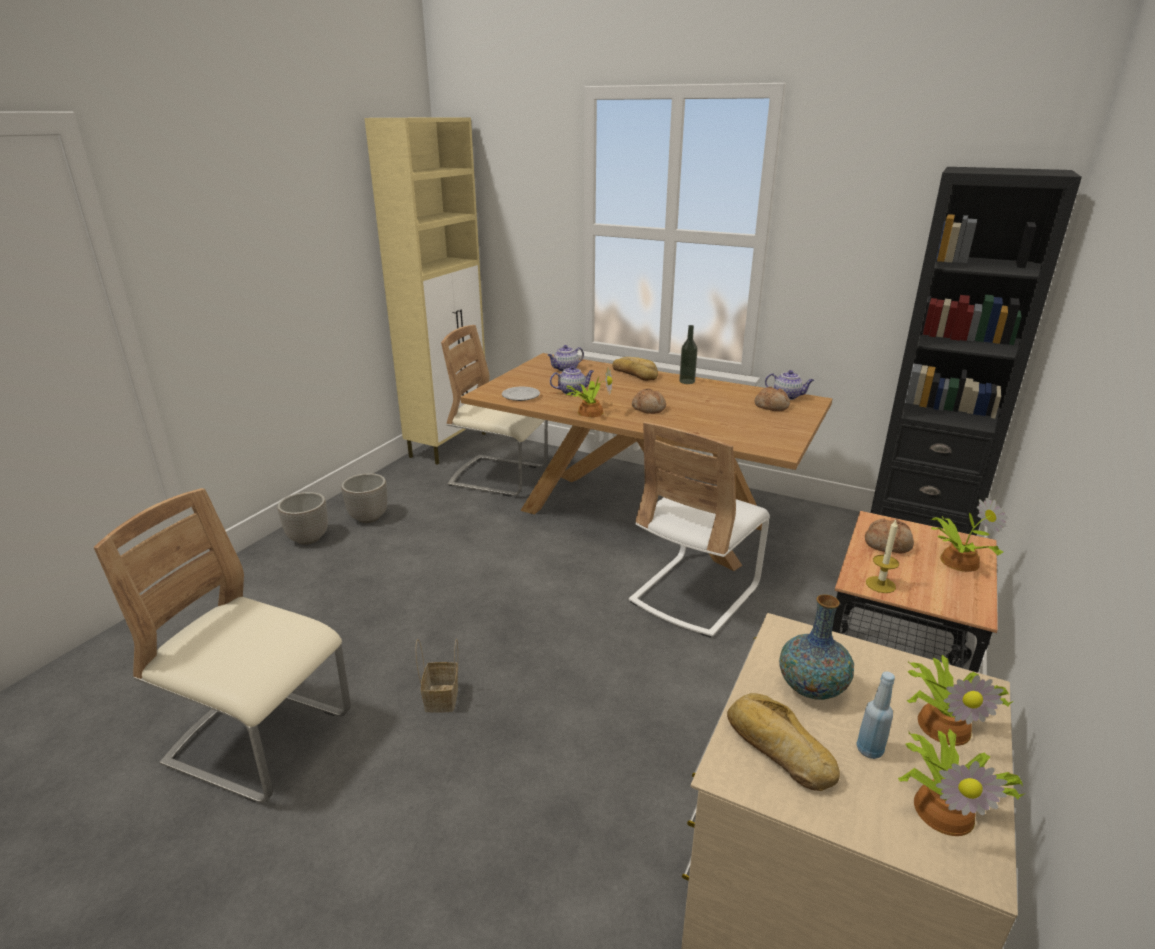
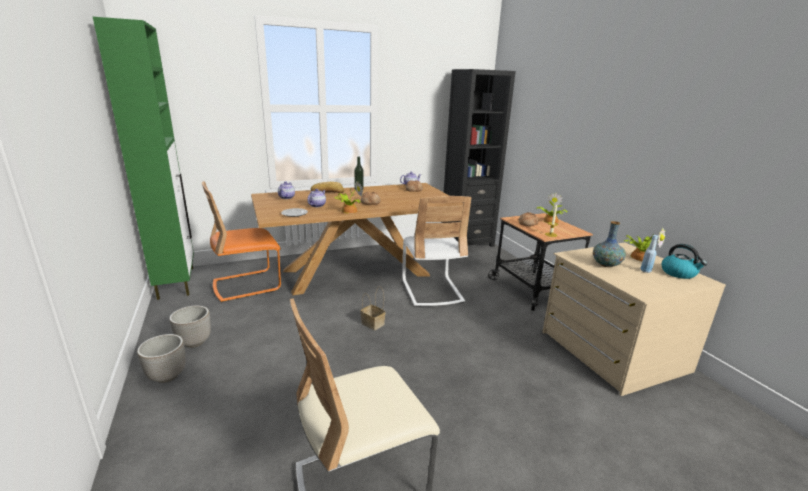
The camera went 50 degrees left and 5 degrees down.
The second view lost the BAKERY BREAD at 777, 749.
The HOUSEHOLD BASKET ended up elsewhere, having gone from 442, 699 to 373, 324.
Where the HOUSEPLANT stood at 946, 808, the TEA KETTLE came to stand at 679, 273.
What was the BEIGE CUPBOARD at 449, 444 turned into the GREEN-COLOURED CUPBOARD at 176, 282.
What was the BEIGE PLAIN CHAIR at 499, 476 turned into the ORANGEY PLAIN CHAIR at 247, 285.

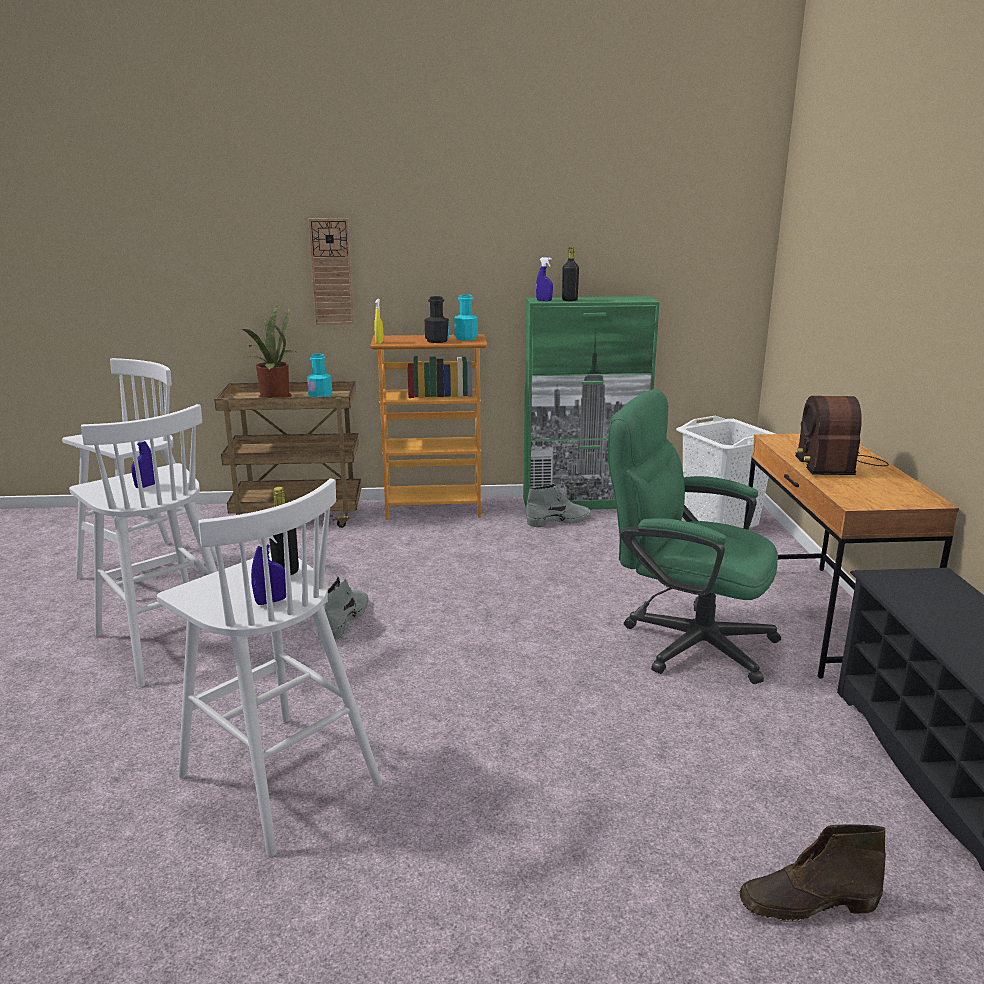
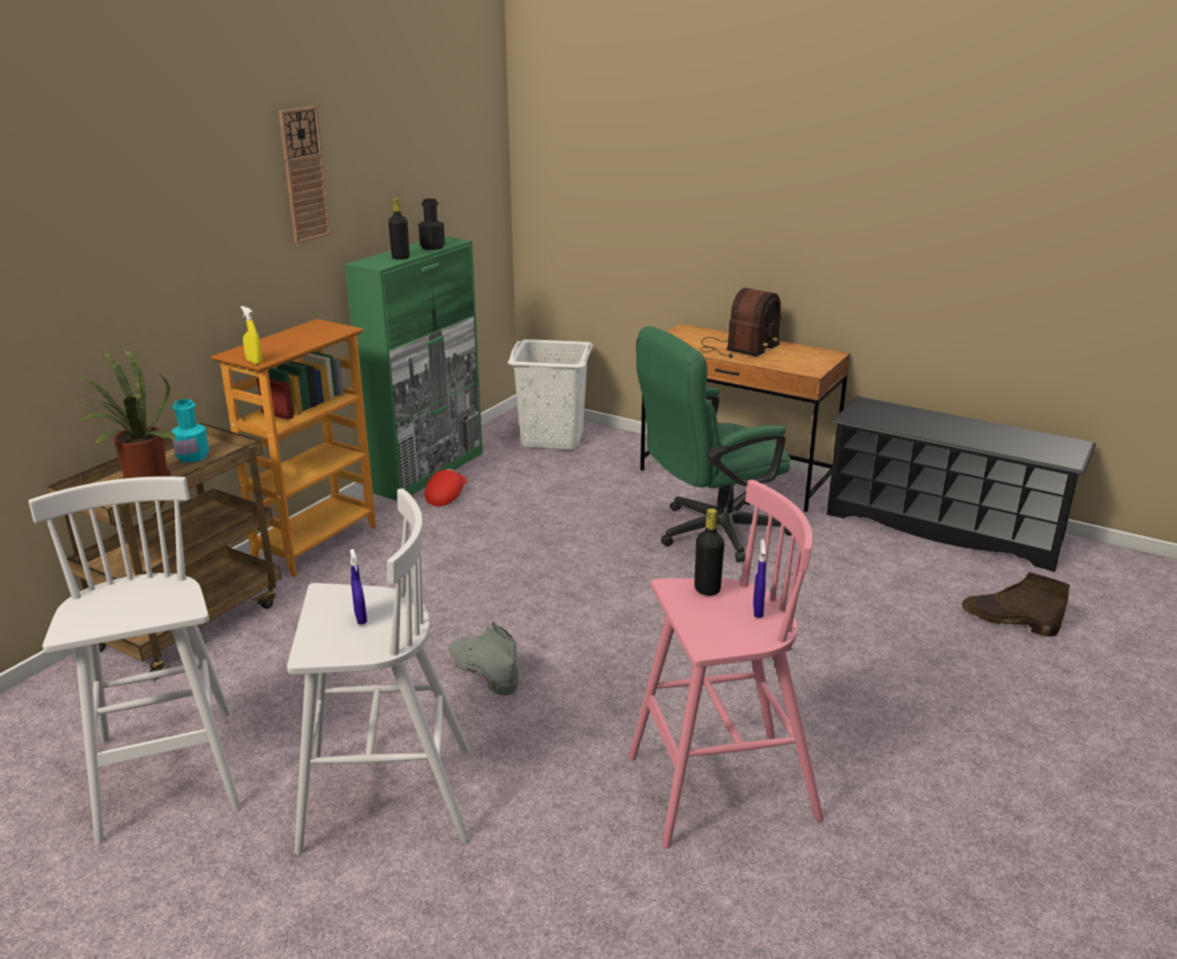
The camera went 55 degrees left and 5 degrees up.
The second view lost the TURQUOISE DRINK BOTTLE at 466, 338.
The second view lost the BLUE-COLOURED SPRAYER at 544, 301.
The HANGING CLOCK ended up elsewhere, having gone from 331, 272 to 304, 175.
The BLACK-COLOURED DRINK BOTTLE ended up elsewhere, having gone from 437, 341 to 432, 247.
Where the GREYISH HIGH-TOP BOOT stood at 559, 521, the RED-COLOURED BASEBALL CAP came to stand at 446, 496.
What was the WHITISH STOOL SEAT at 277, 778 turned into the PINK-COLOURED STOOL SEAT at 718, 789.
The BROWNISH HIGH-TOP BOOT at 807, 903 ended up facing another way, 90 degrees clockwise from before.
The RADIO at 835, 464 ended up facing another way, 90 degrees counterclockwise from before.

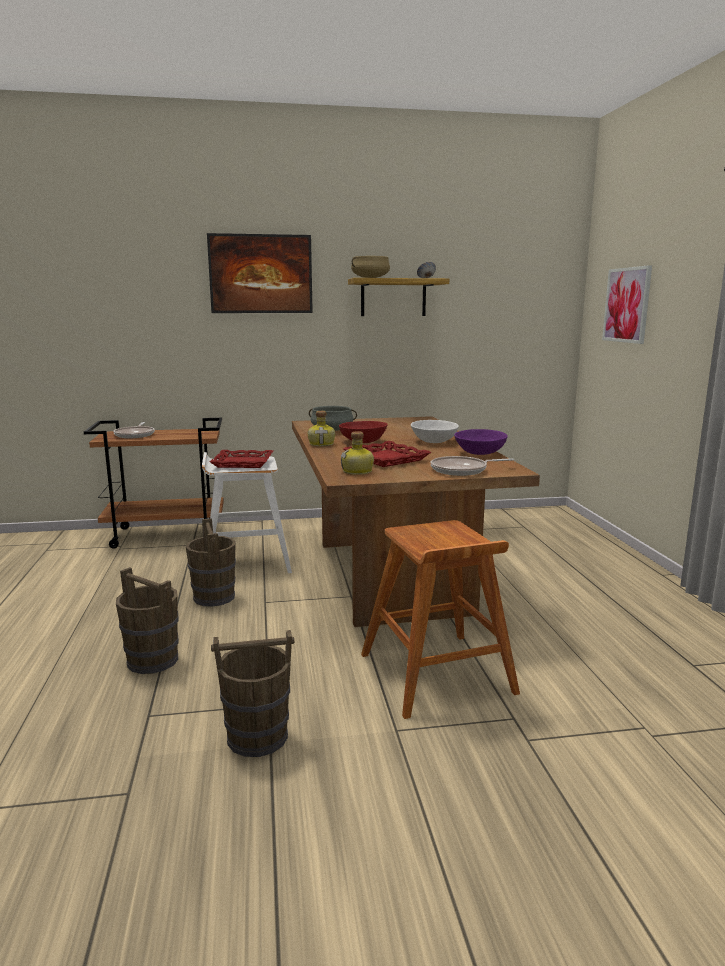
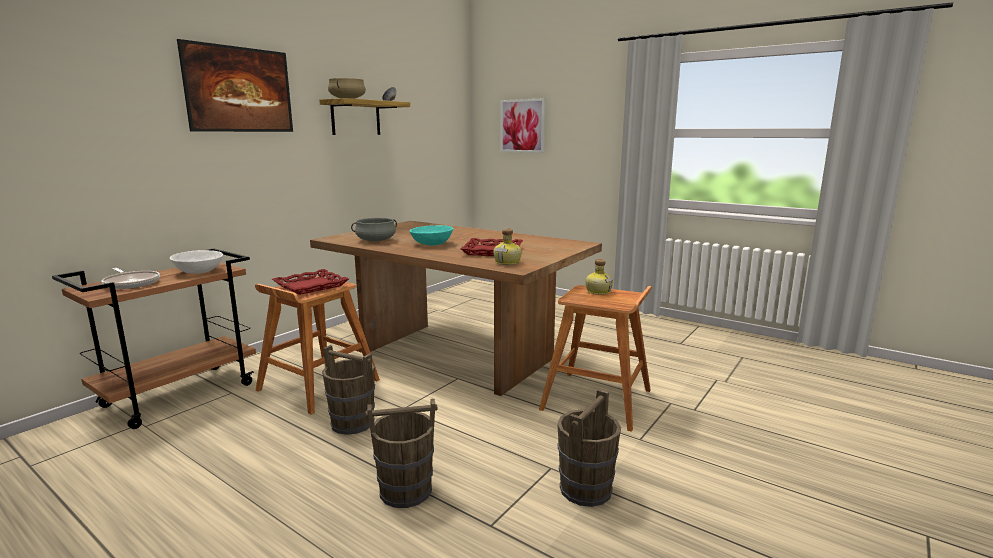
The camera went 45 degrees left and 0 degrees up.
The second view lost the SKILLET at 462, 470.
The second view lost the PURPLISH DEEP DISH at 479, 453.
The DRINK BOTTLE ended up elsewhere, having gone from 322, 444 to 598, 291.
The WHITISH DEEP DISH ended up elsewhere, having gone from 433, 441 to 198, 272.
What was the WHITISH STOOL SEAT at 245, 560 turned into the BROWNISH STOOL SEAT at 317, 385.
What was the RED-COLOURED DEEP DISH at 364, 441 turned into the TURQUOISE DEEP DISH at 432, 244.

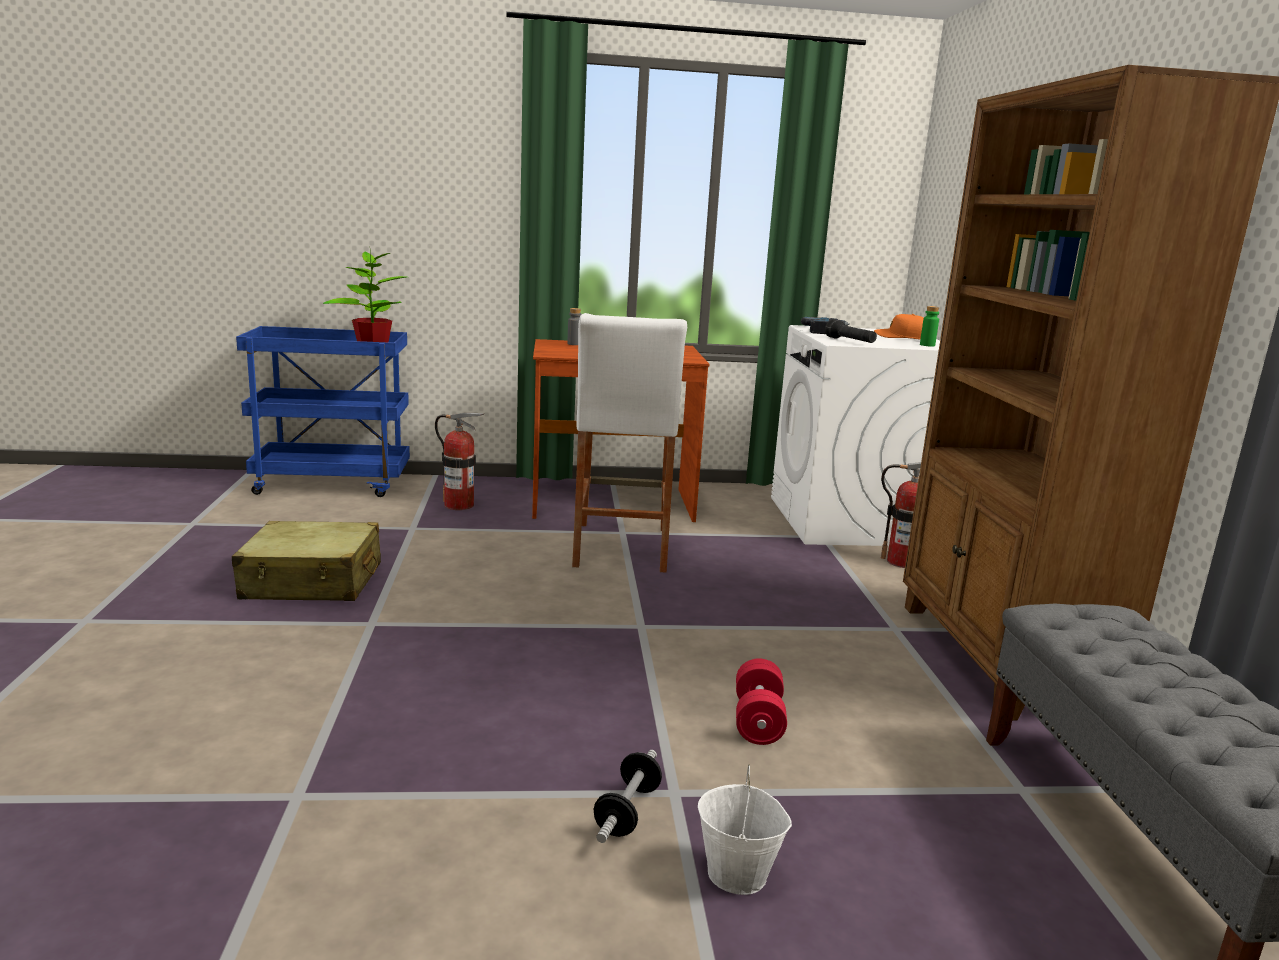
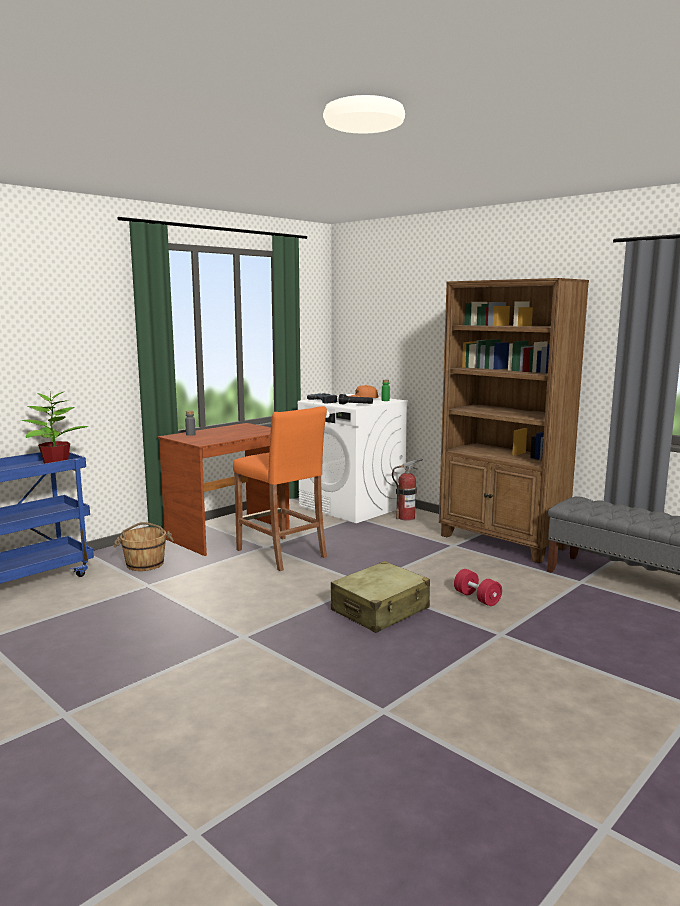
The camera went 40 degrees left and 5 degrees down.
The second view lost the DUMBBELL at 627, 811.
The second view lost the WHITISH BUCKET at 738, 874.
The BEIGE TRAVEL CASE ended up elsewhere, having gone from 312, 582 to 380, 610.
Where the FIRE EXTINGUISHER stood at 459, 505, the BROWNISH BUCKET came to stand at 145, 564.
What was the WHITISH STOOL SEAT at 621, 546 turned into the ORANGEY STOOL SEAT at 280, 553.

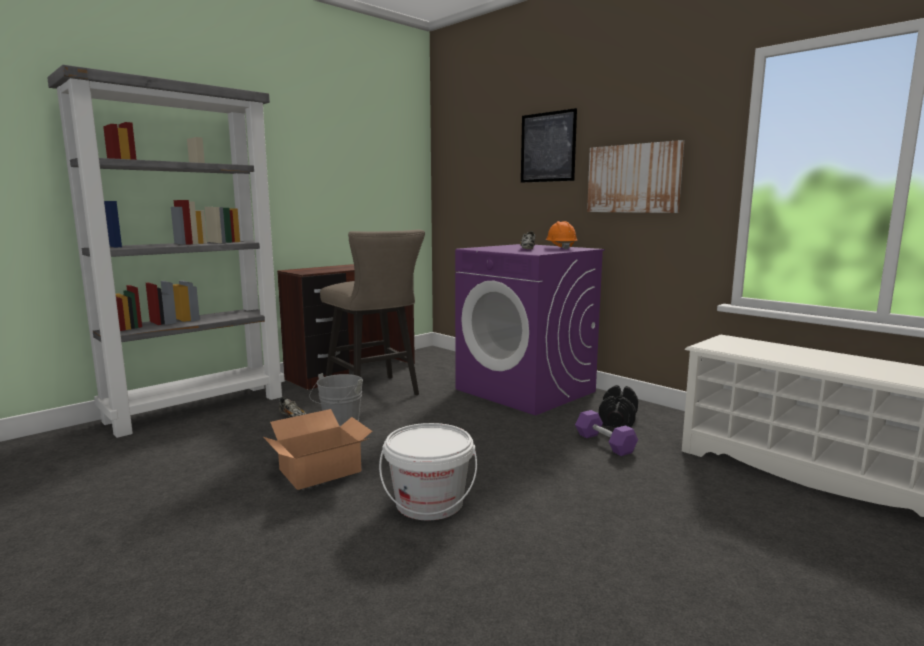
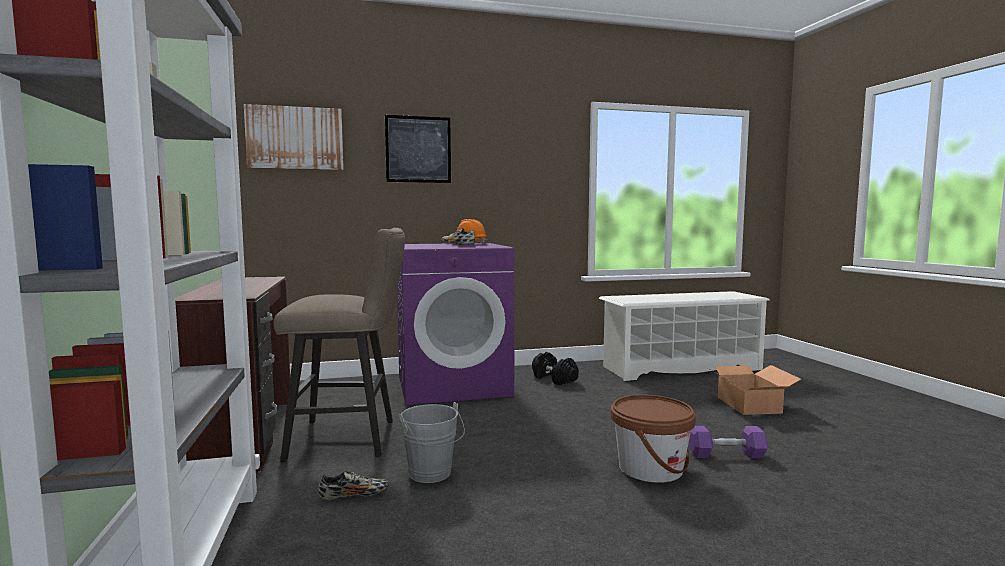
The camera went 60 degrees left and 5 degrees down.
The CARDBOARD BOX ended up elsewhere, having gone from 319, 470 to 748, 405.
The PURPLISH DUMBBELL ended up elsewhere, having gone from 604, 443 to 726, 454.
The PICTURE ended up elsewhere, having gone from 633, 178 to 295, 138.
What was the WHITISH BUCKET at 429, 503 turned into the BROWNISH BUCKET at 650, 468.

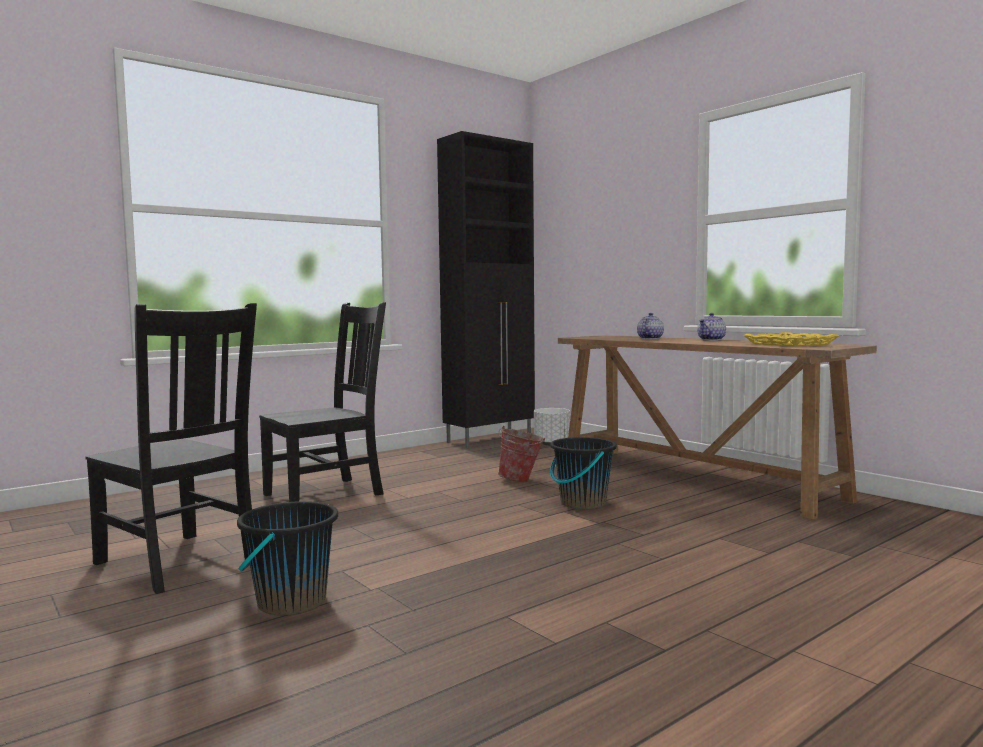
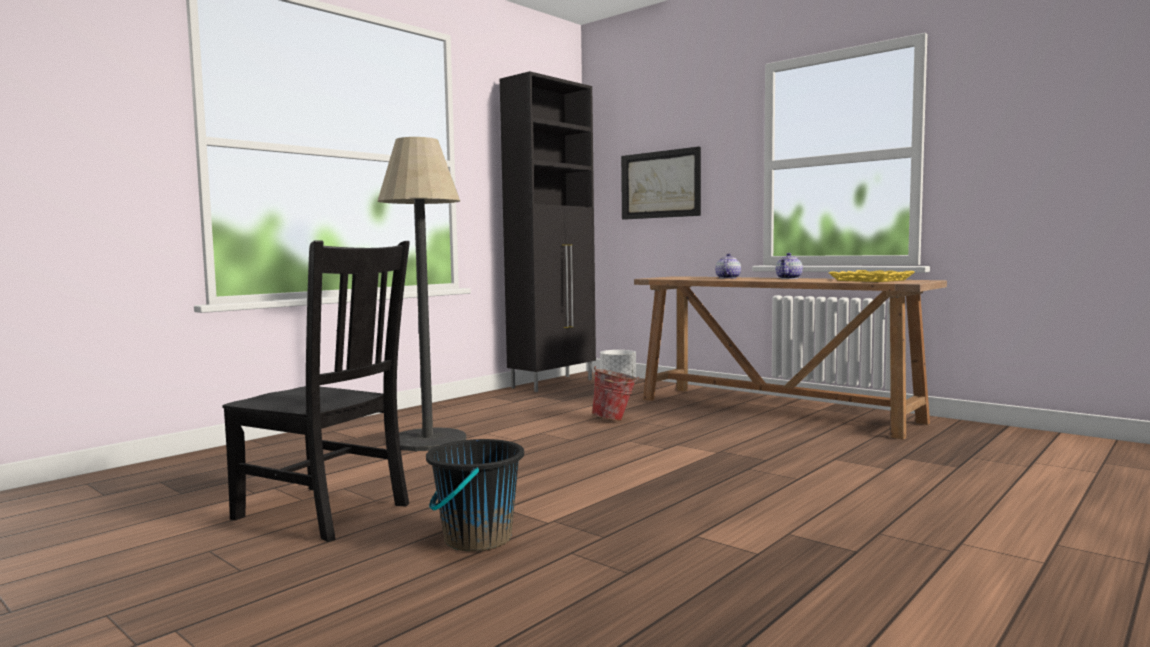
The camera went 10 degrees left and 0 degrees up.
The second view lost the BLACK-COLOURED BUCKET at 582, 503.
The second view gained the PICTURE at 660, 184.
Where the BLACK-COLOURED PLAIN CHAIR stood at 327, 494, the STANDARD LAMP came to stand at 428, 440.

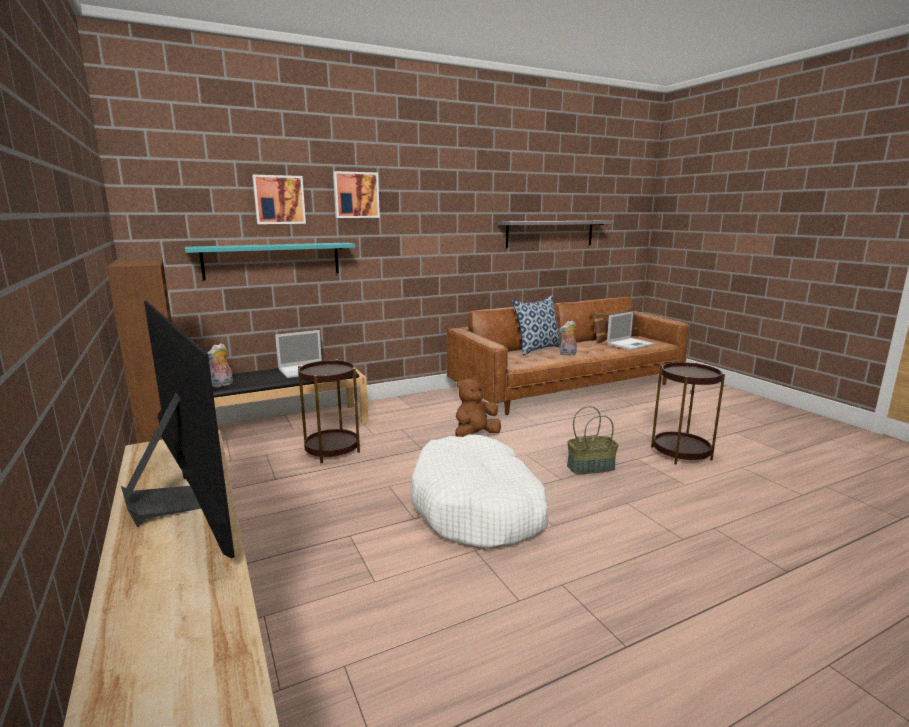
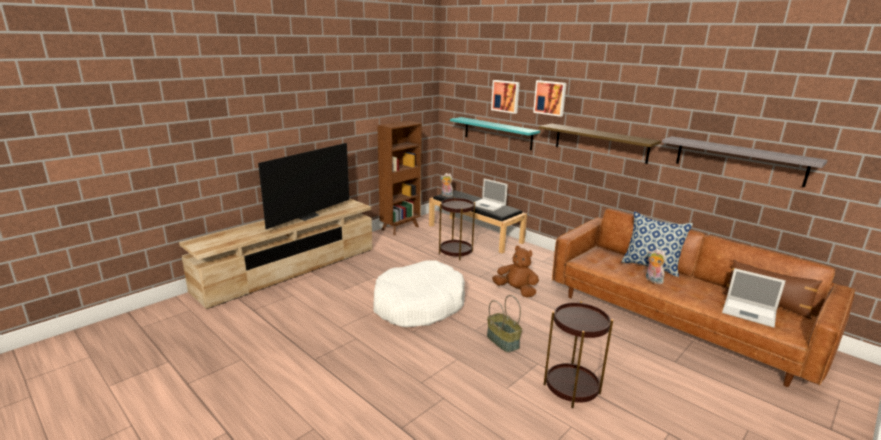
The camera went 70 degrees right and 5 degrees up.
The second view gained the SHELF at 600, 143.

